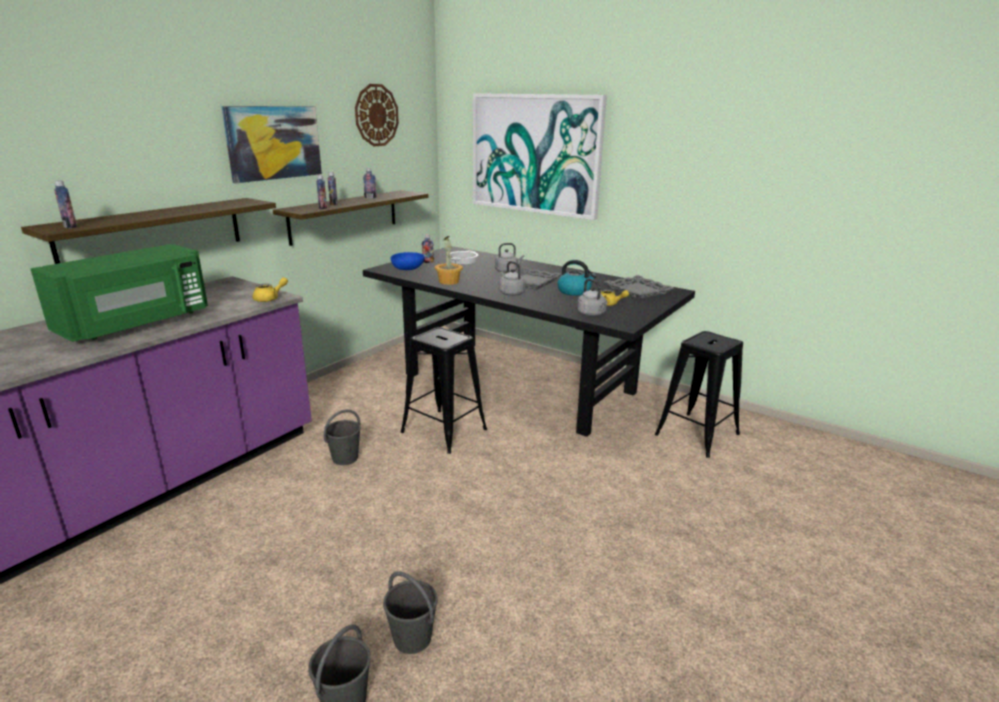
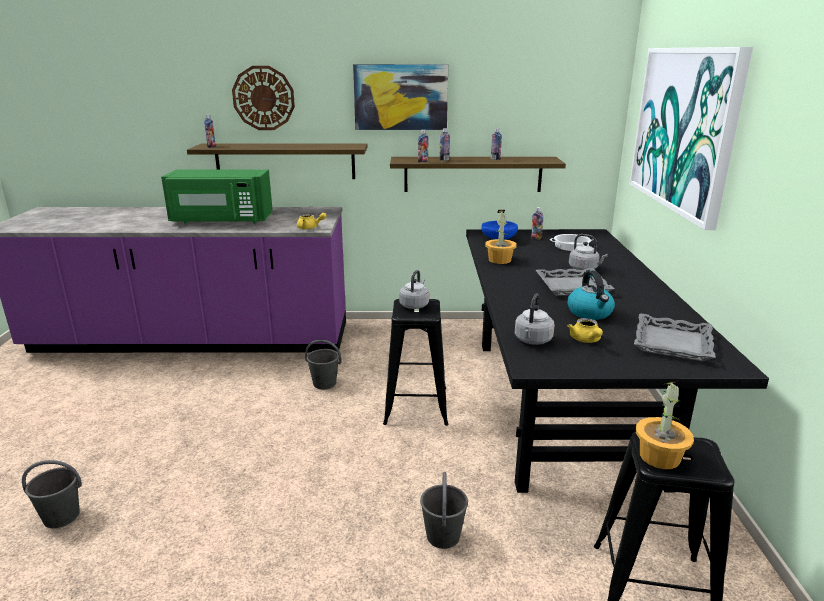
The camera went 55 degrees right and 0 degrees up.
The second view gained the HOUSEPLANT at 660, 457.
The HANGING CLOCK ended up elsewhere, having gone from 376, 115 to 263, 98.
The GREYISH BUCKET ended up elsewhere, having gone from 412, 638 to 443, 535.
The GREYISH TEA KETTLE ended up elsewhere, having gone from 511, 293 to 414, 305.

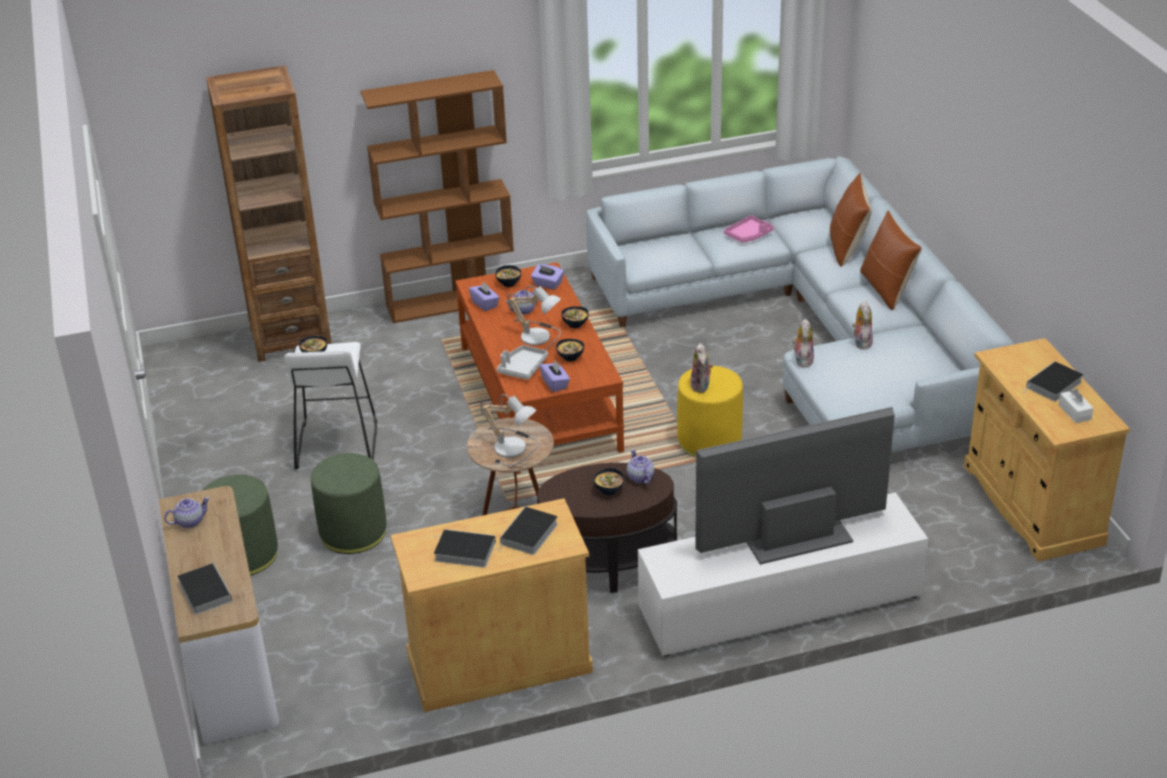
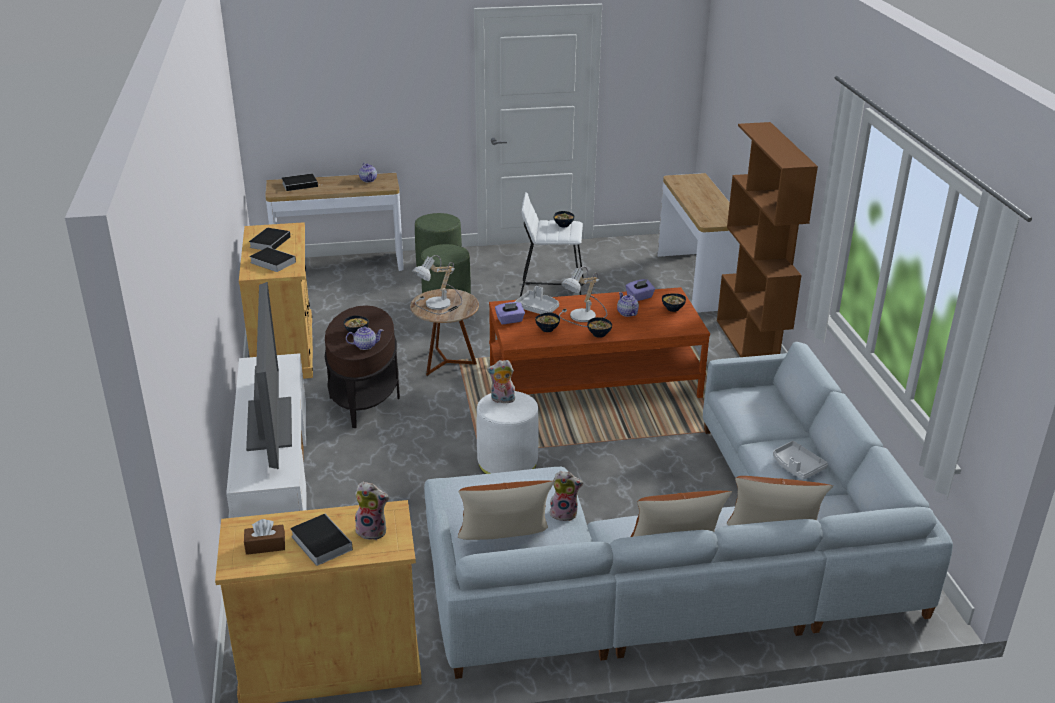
The camera went 95 degrees right and 5 degrees down.
The second view lost the PURPLISH BOX OF TISSUES at 547, 284.
The second view gained the BROWNISH PILLOW at 504, 542.
The CUDDLY TOY ended up elsewhere, having gone from 802, 360 to 373, 531.
Where the BROWNISH BOOKCASE stood at 291, 338, the NARROW TABLE came to stand at 696, 281.
What was the YELLOW-COLOURED FOOTREST at 709, 441 turned into the WHITISH FOOTREST at 507, 462.
What was the PINK-COLOURED CARRYING TRAY at 748, 235 turned into the GREYISH CARRYING TRAY at 797, 466.
What was the WHITISH BOX OF TISSUES at 1074, 412 turned into the BROWNISH BOX OF TISSUES at 265, 546.

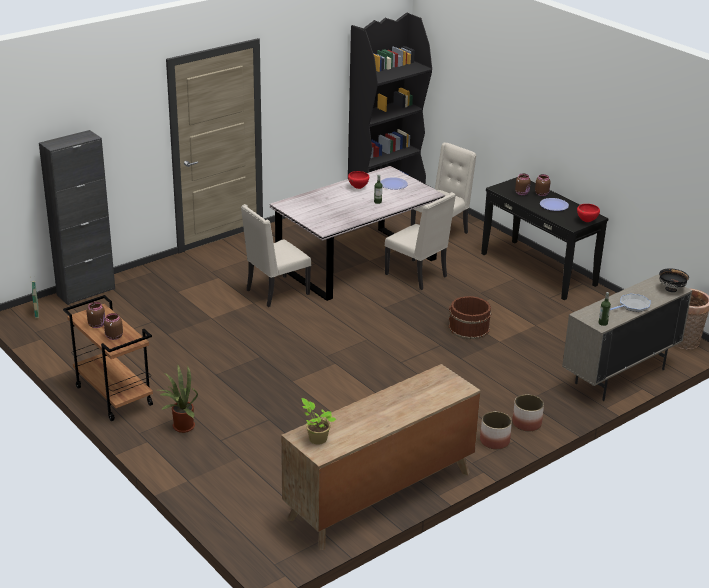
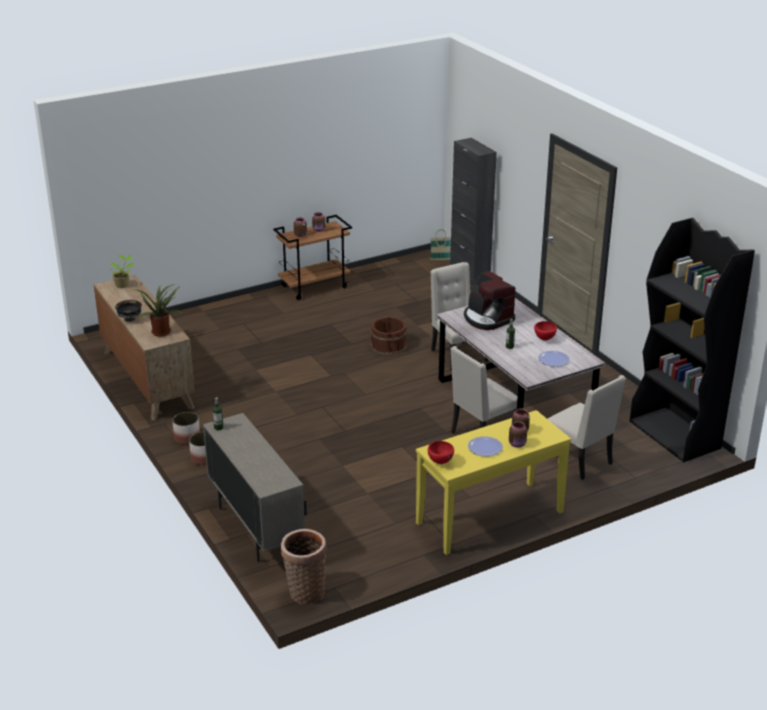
The camera went 100 degrees right and 0 degrees up.
The second view lost the SKILLET at 632, 306.
The second view gained the COFFEE MACHINE at 487, 318.
The HOUSEPLANT ended up elsewhere, having gone from 181, 427 to 162, 331.
The BROWNISH BUCKET ended up elsewhere, having gone from 468, 328 to 388, 345.
The BLACK-COLOURED DEEP DISH ended up elsewhere, having gone from 671, 289 to 130, 319.
What was the BLACK-COLOURED NARROW TABLE at 538, 269 turned into the YELLOW-COLOURED NARROW TABLE at 490, 517.

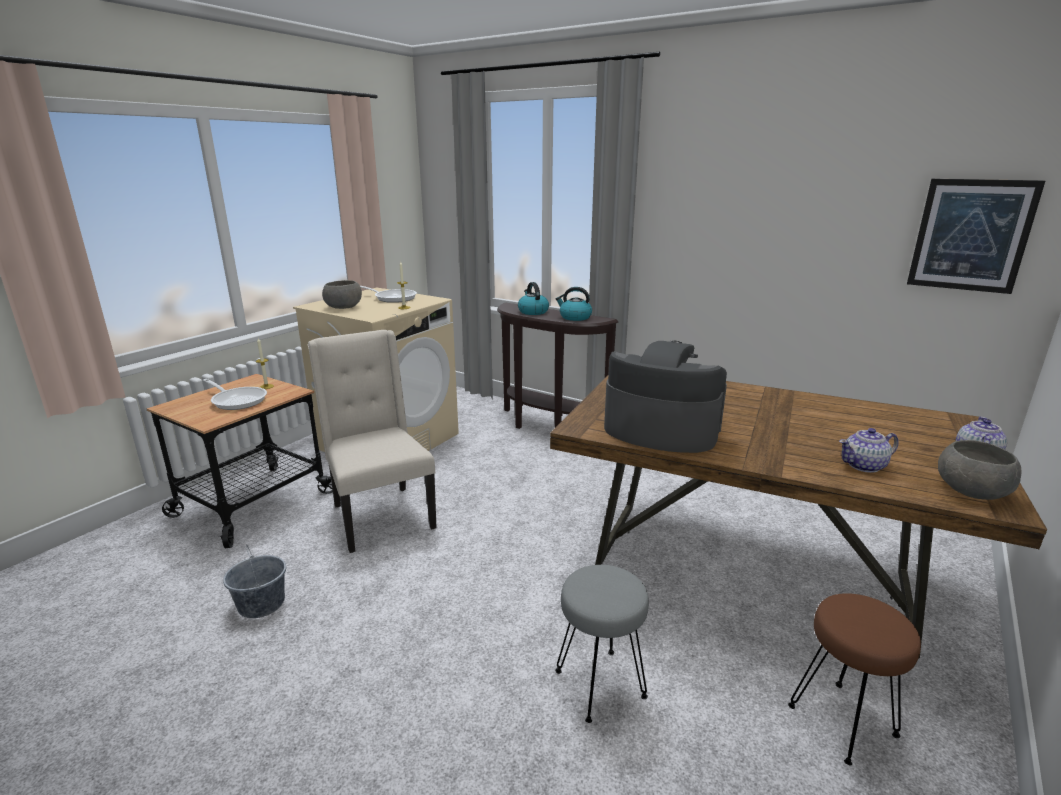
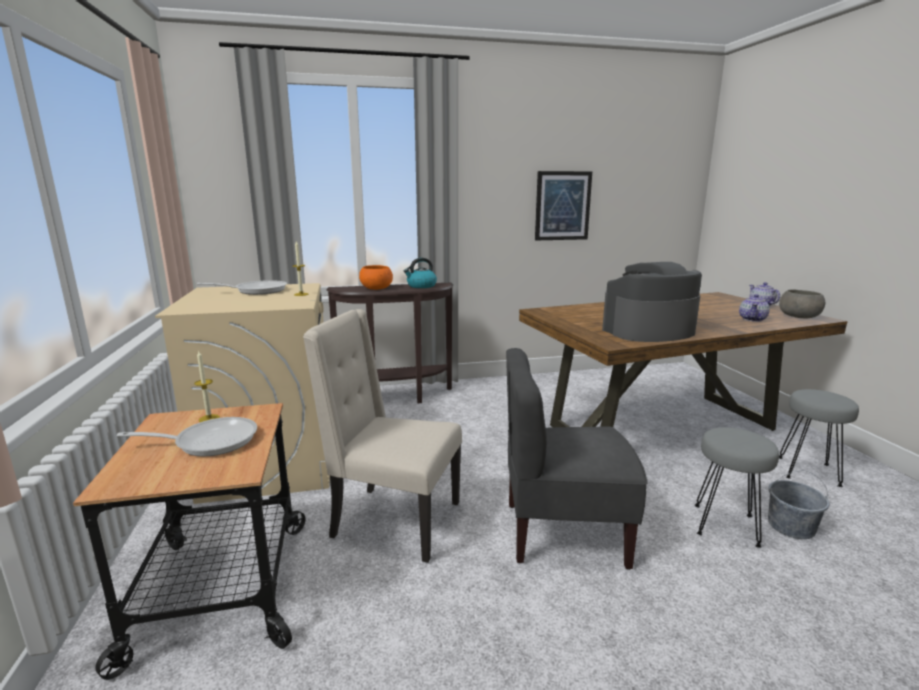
The camera went 45 degrees left and 5 degrees down.
The second view lost the GREYISH DEEP DISH at 343, 307.
The second view gained the GREYISH PLAIN CHAIR at 563, 532.
The GREYISH BUCKET ended up elsewhere, having gone from 261, 604 to 791, 526.
The PICTURE ended up elsewhere, having gone from 971, 235 to 562, 206.
Where the TEA KETTLE stood at 532, 312, the ORANGEY DEEP DISH came to stand at 376, 288.
What was the BROWNISH STOOL SEAT at 841, 721 turned into the GREYISH STOOL SEAT at 808, 472.

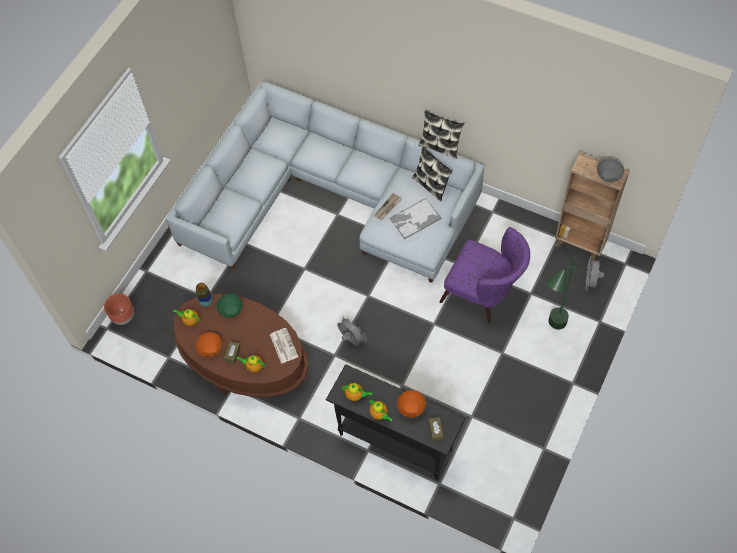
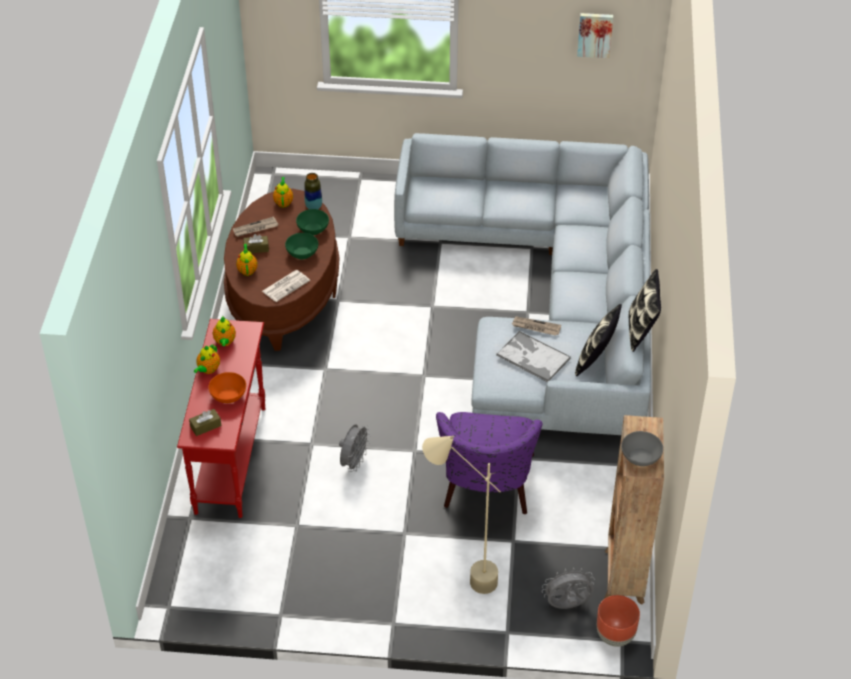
The camera went 65 degrees right and 15 degrees down.
The second view gained the GREEN-COLOURED DEEP DISH at 302, 253.
The second view gained the PICTURE at 595, 34.
The BROWNISH PLANT POT ended up elsewhere, having gone from 123, 317 to 615, 636.
The GREYISH ELECTRIC FAN ended up elsewhere, having gone from 351, 340 to 354, 462.
Where the ORANGEY DEEP DISH stood at 210, 348, the DAILY PAPER came to stand at 255, 228.
What was the BLACK-COLOURED NARROW TABLE at 395, 441 turned into the RED-COLOURED NARROW TABLE at 231, 459.
What was the GREEN-COLOURED STANDARD LAMP at 549, 332 turned into the BEIGE STANDARD LAMP at 460, 578.

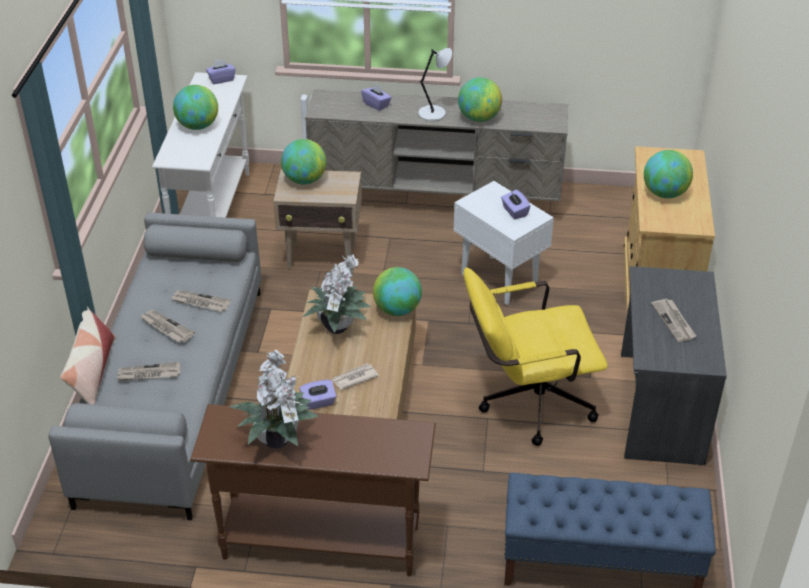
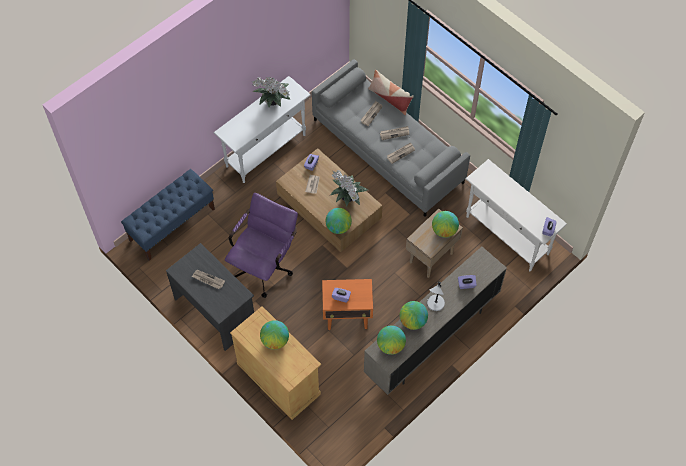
The camera went 130 degrees right and 20 degrees up.
The GLOBE ended up elsewhere, having gone from 198, 126 to 390, 345.
What was the BROWNISH NARROW TABLE at 320, 542 turned into the WHITISH NARROW TABLE at 266, 150.
What was the WHITISH END TABLE at 498, 279 turned into the ORANGEY END TABLE at 347, 317.
What was the YELLOW-COLOURED DESK CHAIR at 526, 403 turned into the PURPLISH DESK CHAIR at 264, 265.

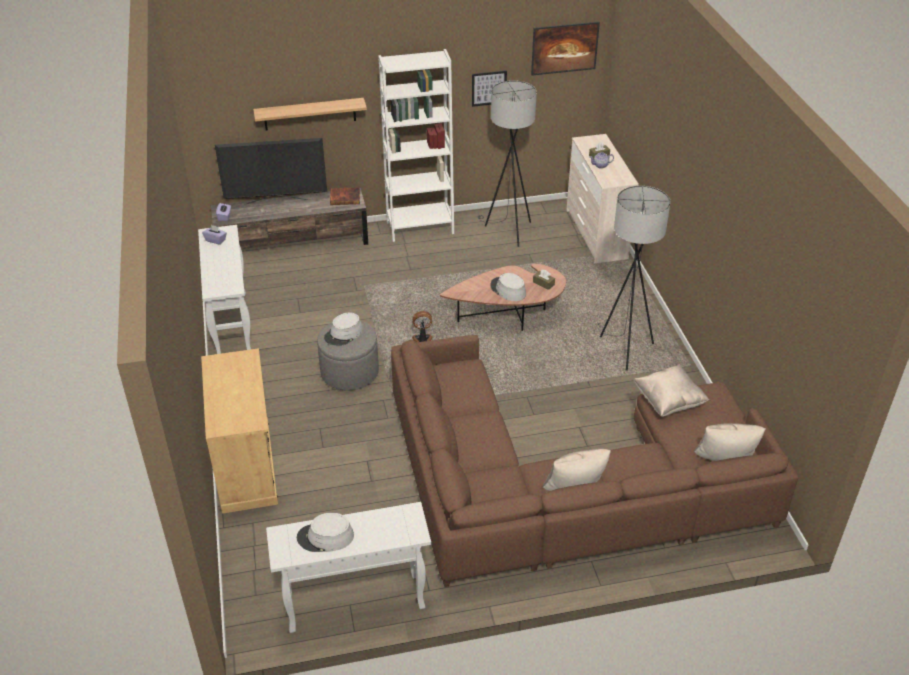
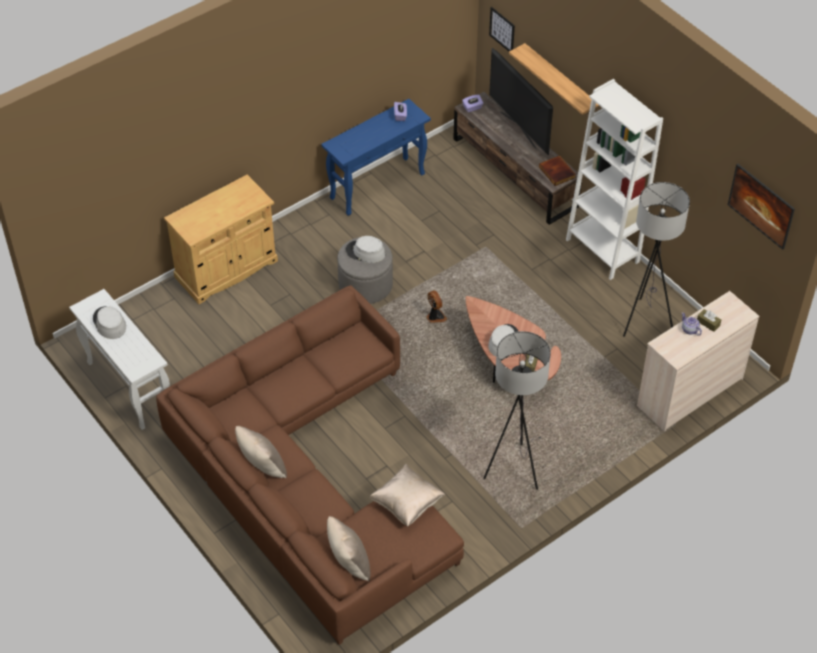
The camera went 65 degrees right and 10 degrees up.
The PICTURE ended up elsewhere, having gone from 489, 88 to 502, 30.
What was the WHITISH NARROW TABLE at 231, 325 turned into the BLUE-COLOURED NARROW TABLE at 378, 185.

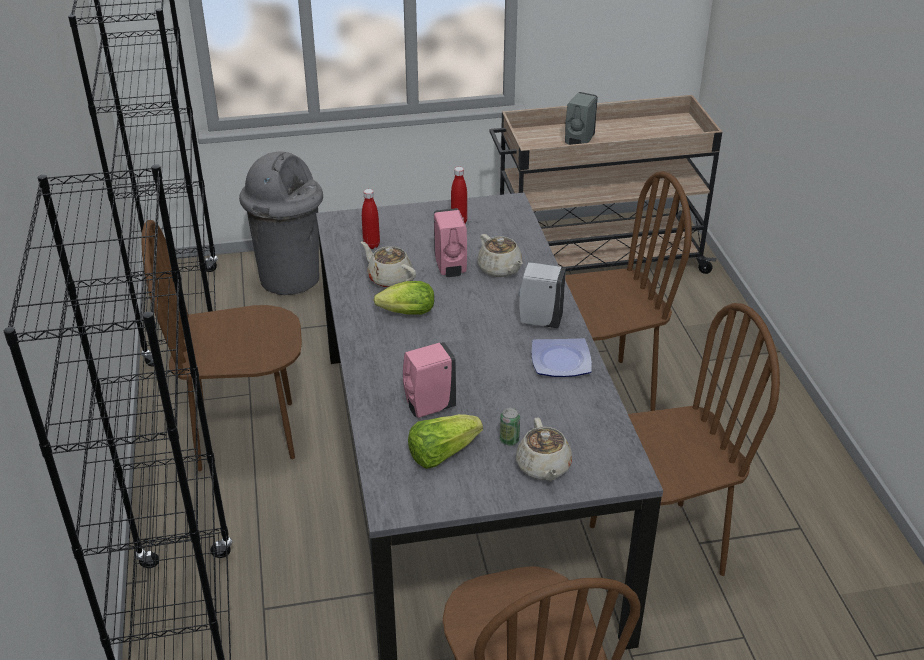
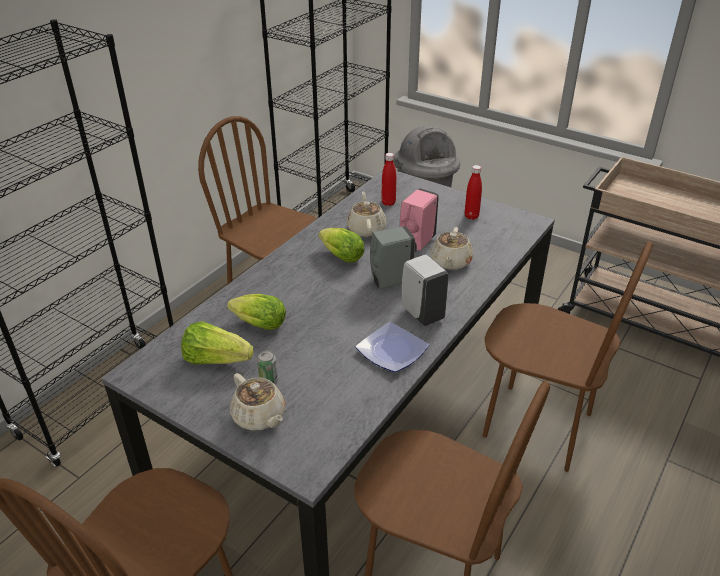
The camera went 45 degrees right and 0 degrees up.
The GREYISH LIQUID SOAP BOTTLE ended up elsewhere, having gone from 579, 142 to 389, 281.
Where the PINK-COLOURED LIQUID SOAP BOTTLE stood at 428, 407, the LETTUCE HEAD came to stand at 257, 324.
The BEIGE TEAPOT at 543, 467 ended up facing another way, 75 degrees counterclockwise from before.

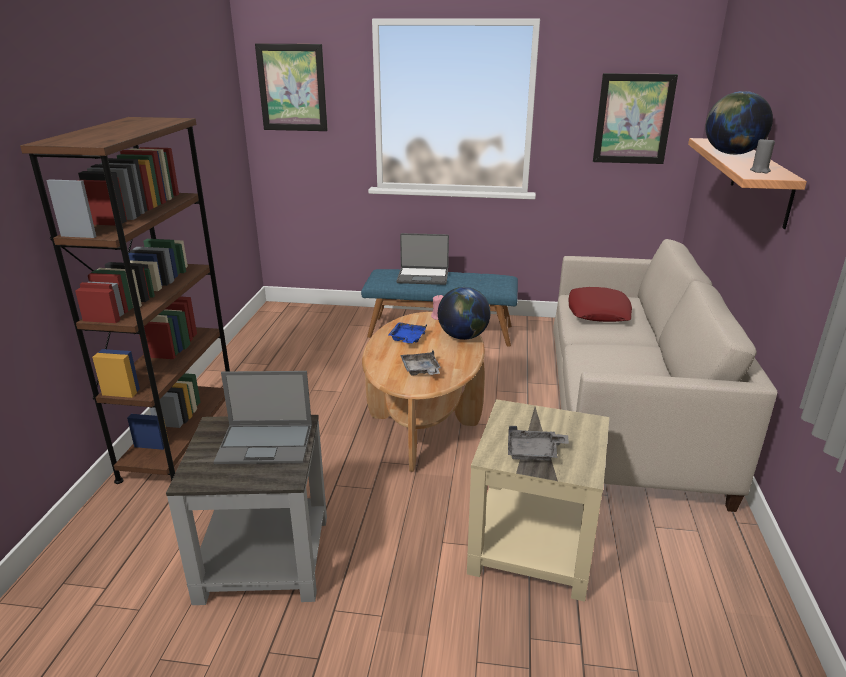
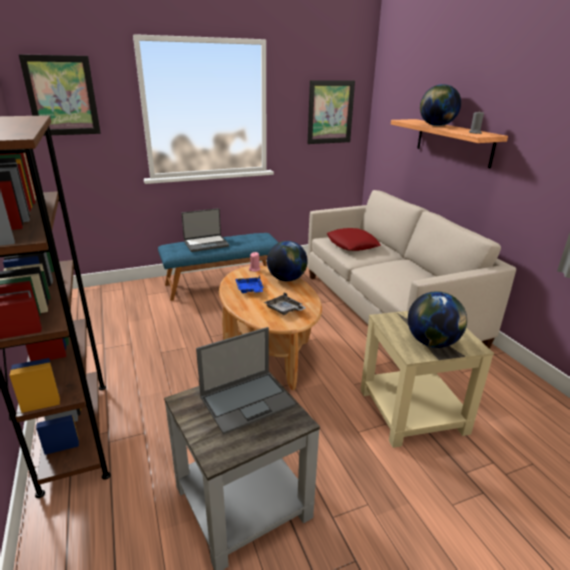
The camera went 30 degrees left and 0 degrees up.
Where the GREYISH CARRYING TRAY stood at 534, 452, the GLOBE came to stand at 432, 342.

